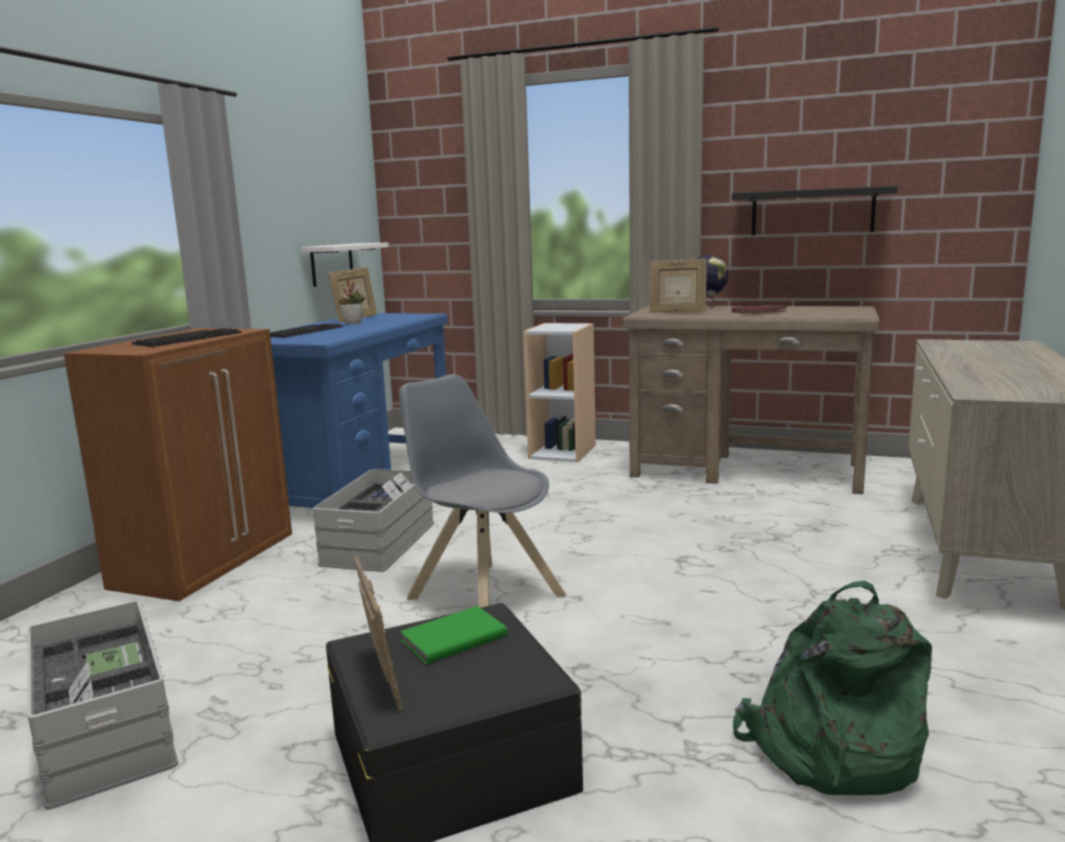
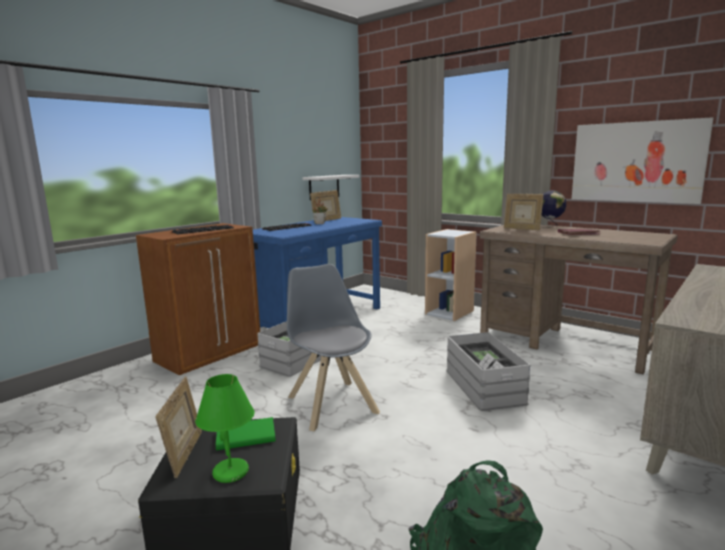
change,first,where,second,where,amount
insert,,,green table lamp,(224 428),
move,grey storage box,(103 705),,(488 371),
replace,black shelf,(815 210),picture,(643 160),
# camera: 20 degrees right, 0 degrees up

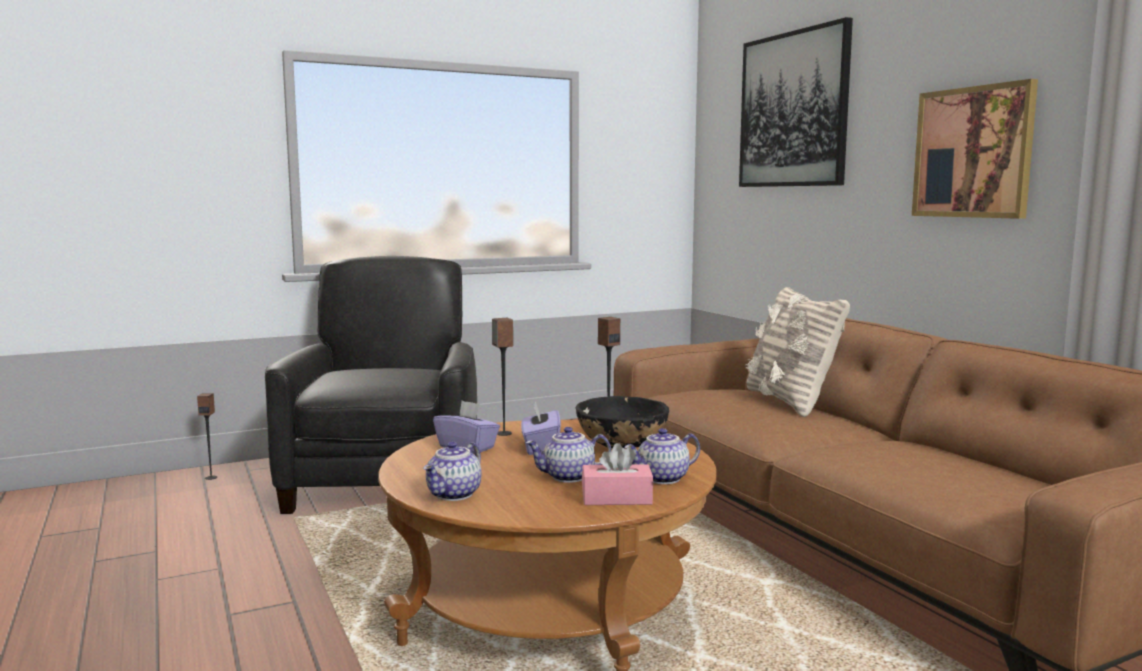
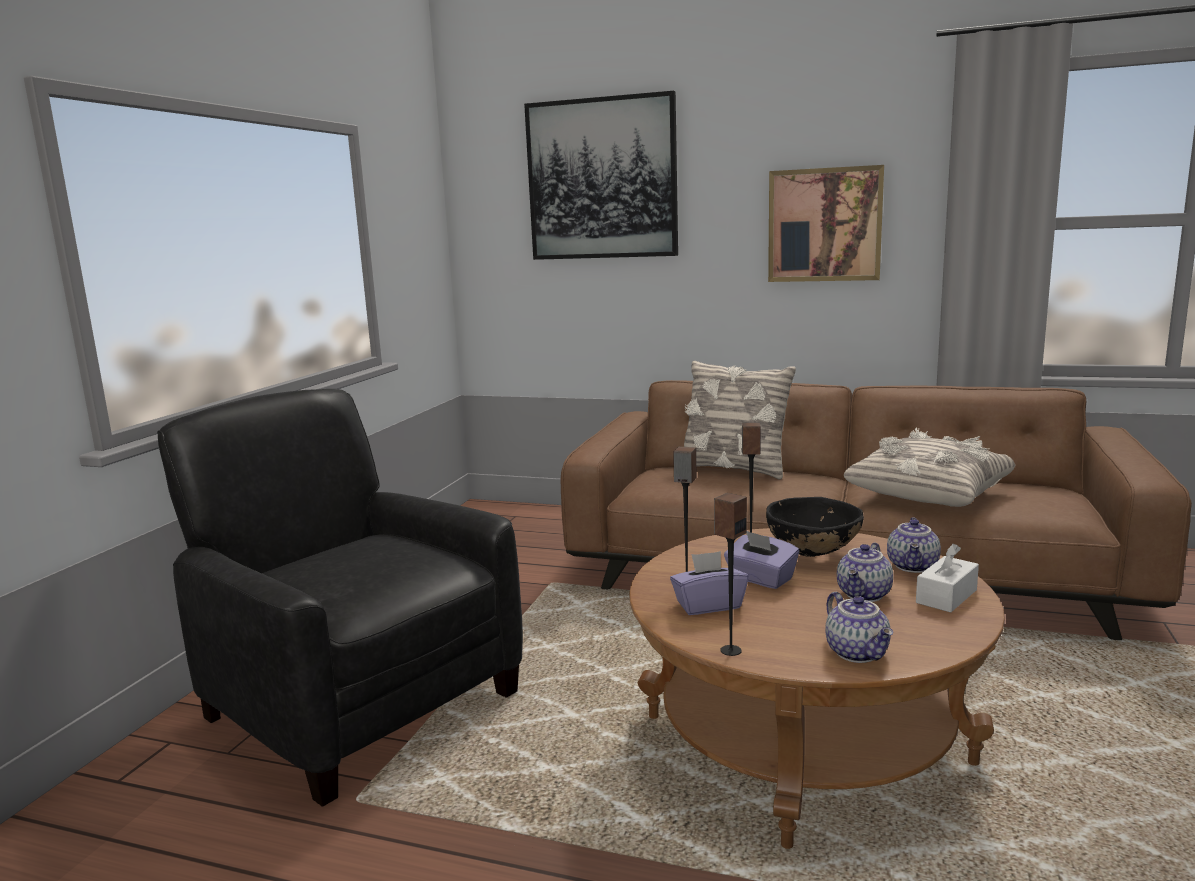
change,first,where,second,where,amount
move,speaker,(207 436),,(730 574),
insert,,,beige pillow,(929 467),
recolor,pink tissue box,(617 474),white tissue box,(947 578),
# camera: 45 degrees left, 5 degrees up

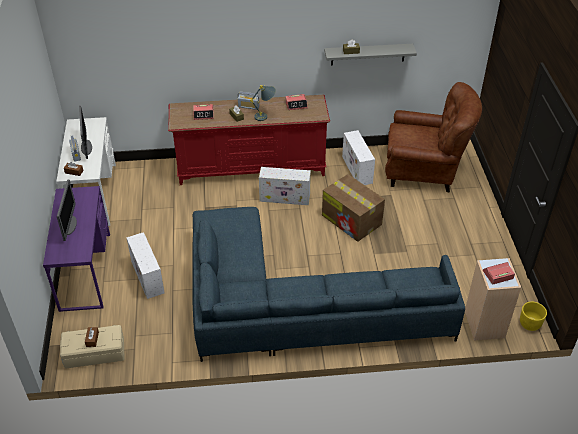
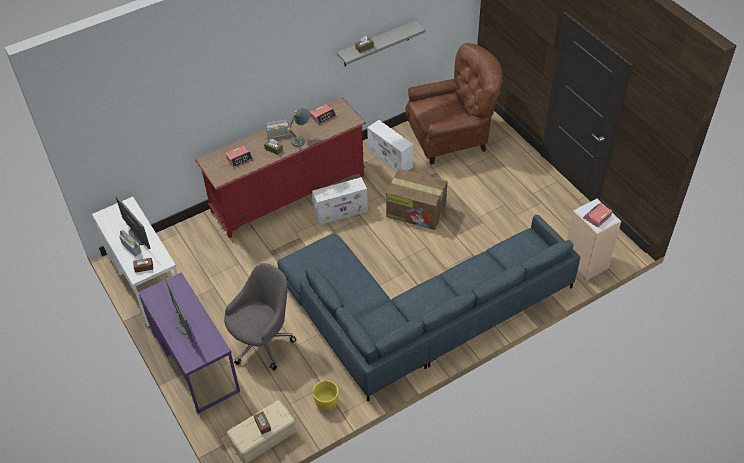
change,first,where,second,where,amount
replace,white storage box,(146 265),grey office chair,(260 316),
move,yellow planter,(533 316),,(326 395),
# camera: 25 degrees left, 5 degrees up

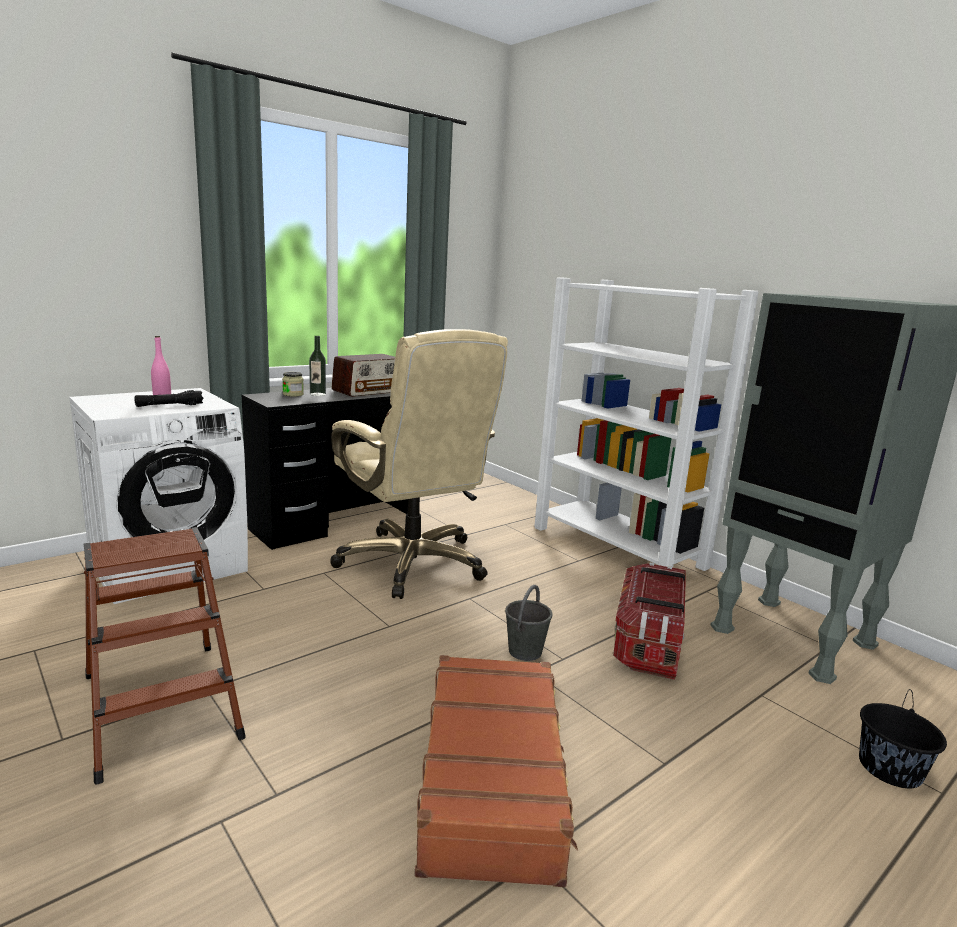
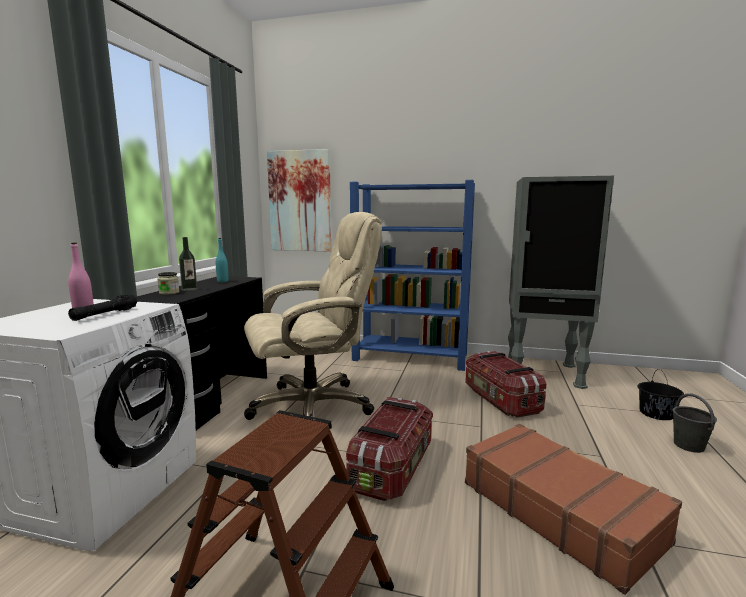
change,first,where,second,where,amount
replace,radio,(363 375),turquoise bottle,(222 260),
rotate,beige office chair,(419 464),,(313 316),45 degrees counterclockwise
insert,,,picture,(299 200),
insert,,,storage box,(389 449),
recolor,white bookcase,(646 424),blue bookcase,(412 275),
move,grey bucket,(529 623),,(695 423),
# camera: 35 degrees left, 5 degrees down

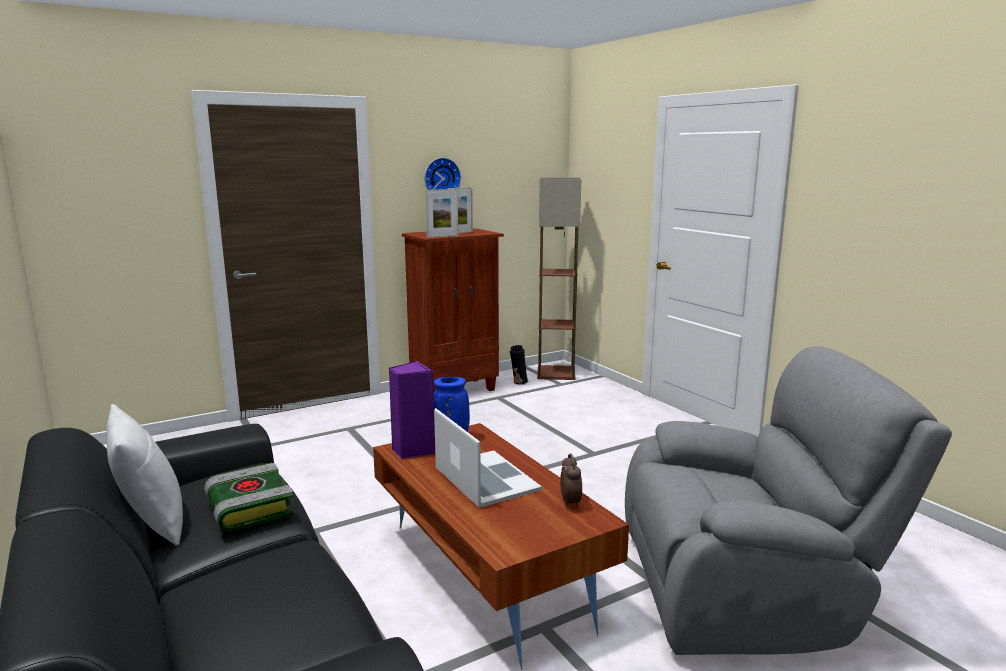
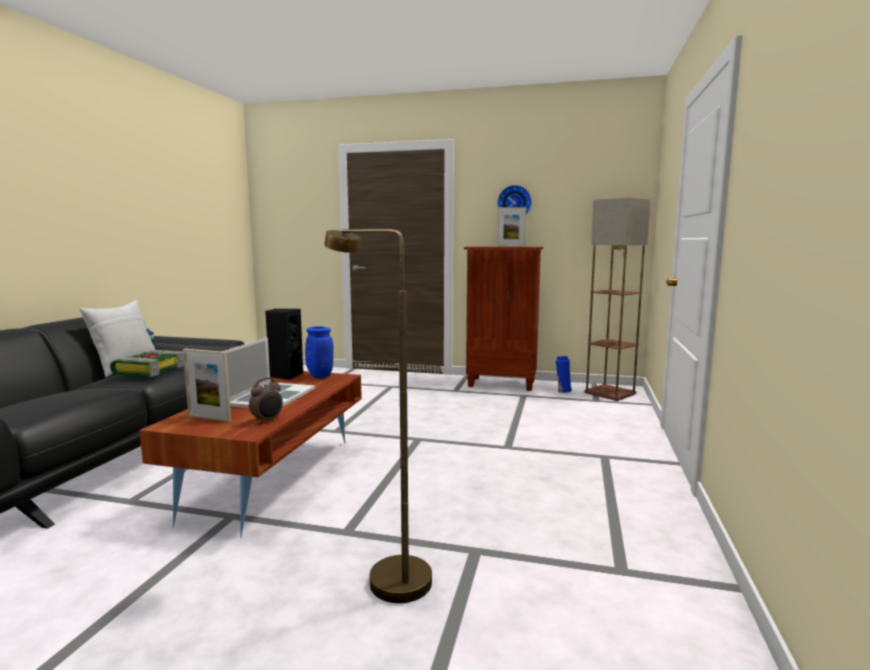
change,first,where,second,where,amount
move,picture frame,(441 213),,(207 385),
recolor,purple speaker,(412 410),black speaker,(284 344),
replace,grey armchair,(788 500),brown floor lamp,(378 416),
recolor,black vase,(519 365),blue vase,(564 374),
# camera: 45 degrees right, 5 degrees down

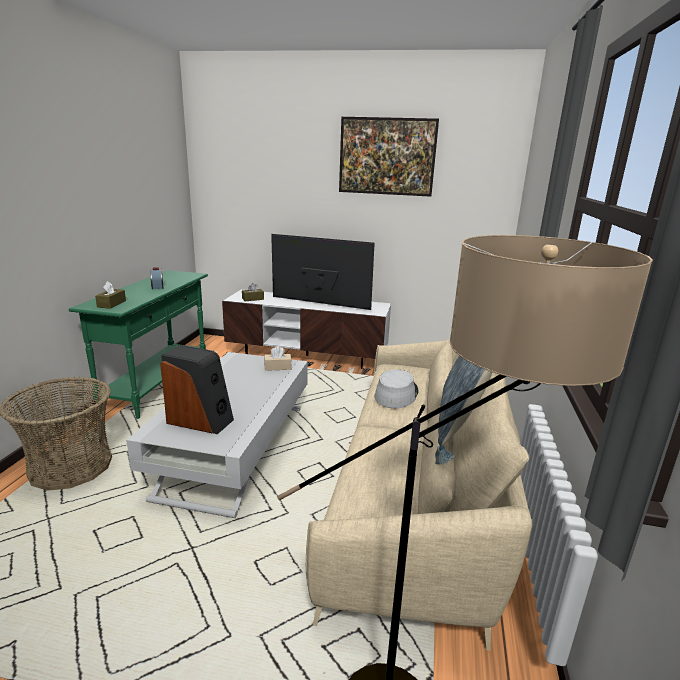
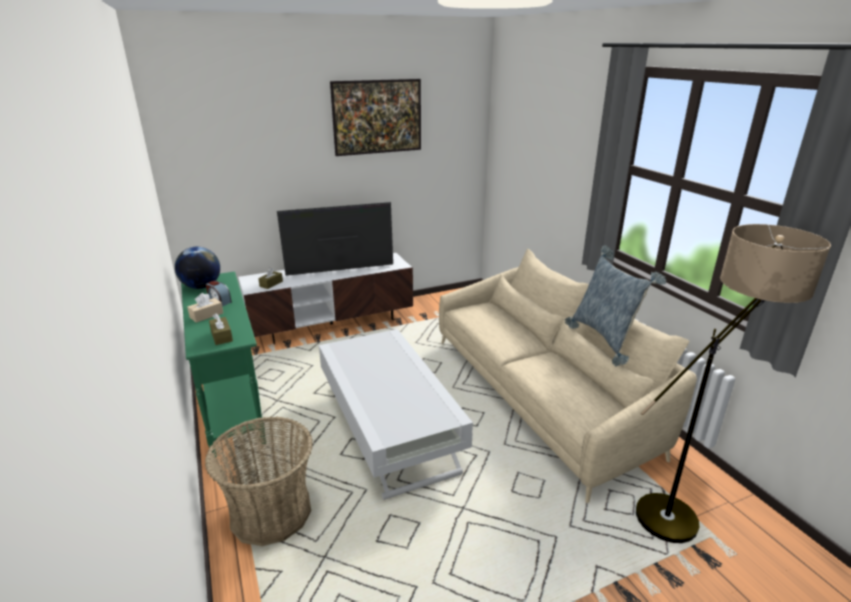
change,first,where,second,where,amount
insert,,,globe,(197 268),
move,beige tissue box,(278 358),,(205 308),
delete,speaker,(197 389),,,
delete,grey hat,(396 389),,,
# camera: 35 degrees left, 5 degrees up

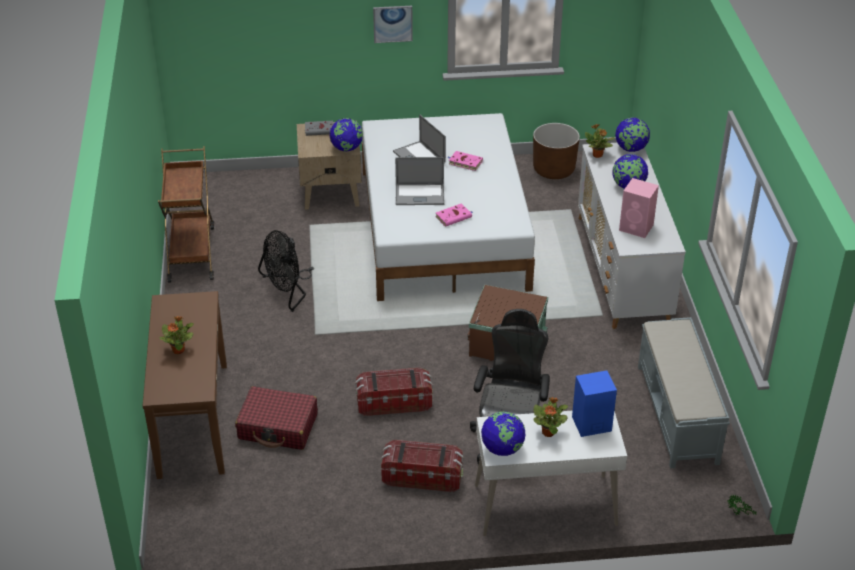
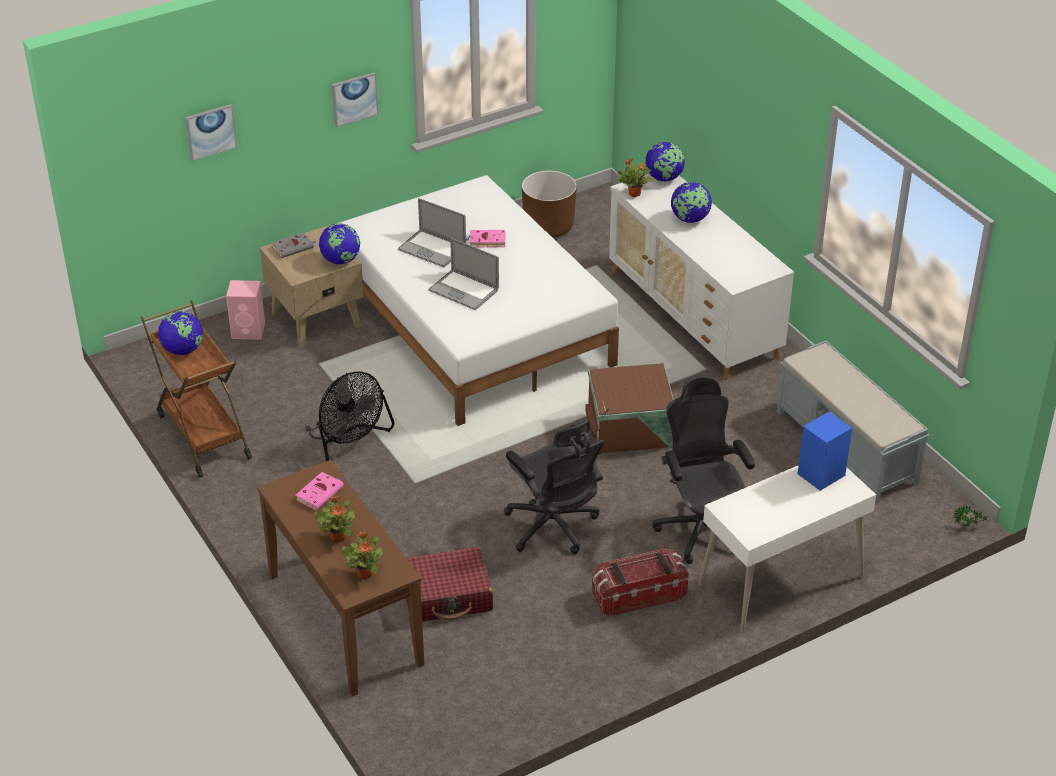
change,first,where,second,where,amount
move,globe,(503 434),,(180 333),
insert,,,picture,(211 132),
move,pink speaker,(639 208),,(245 310),
move,pink book,(454 215),,(319 491),
rotate,black fan,(286 271),,(349 416),75 degrees counterclockwise
move,potted plant,(550 417),,(362 555),
rotate,laptop,(419 181),,(463 274),60 degrees clockwise
replace,storage box,(394 392),office chair,(554 486),
# camera: 25 degrees left, 0 degrees up

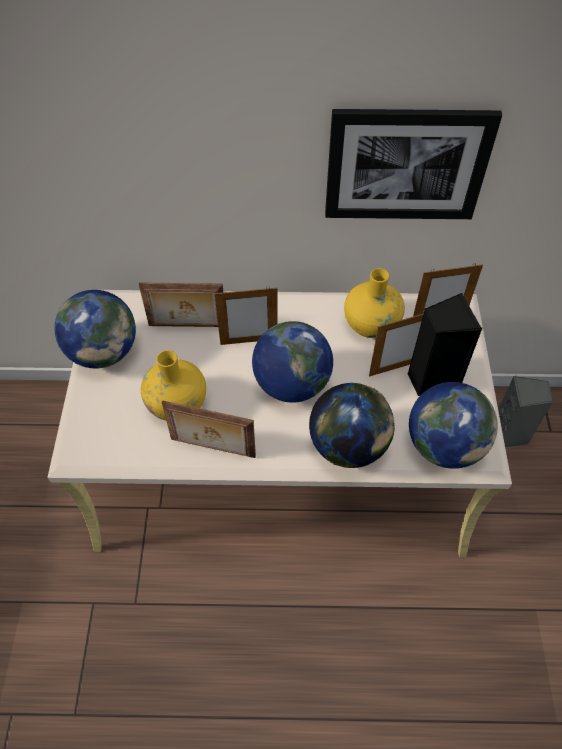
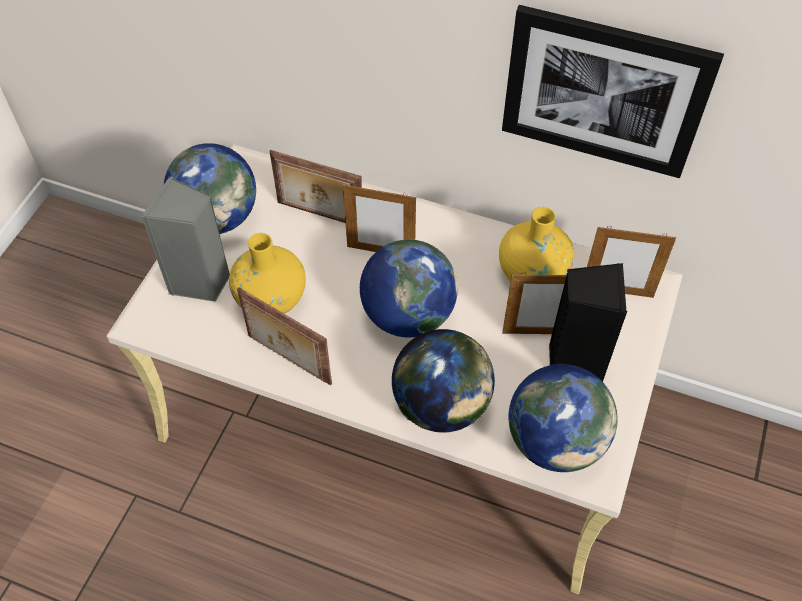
change,first,where,second,where,amount
move,grey speaker,(526 412),,(185 239),
# camera: 20 degrees right, 0 degrees up

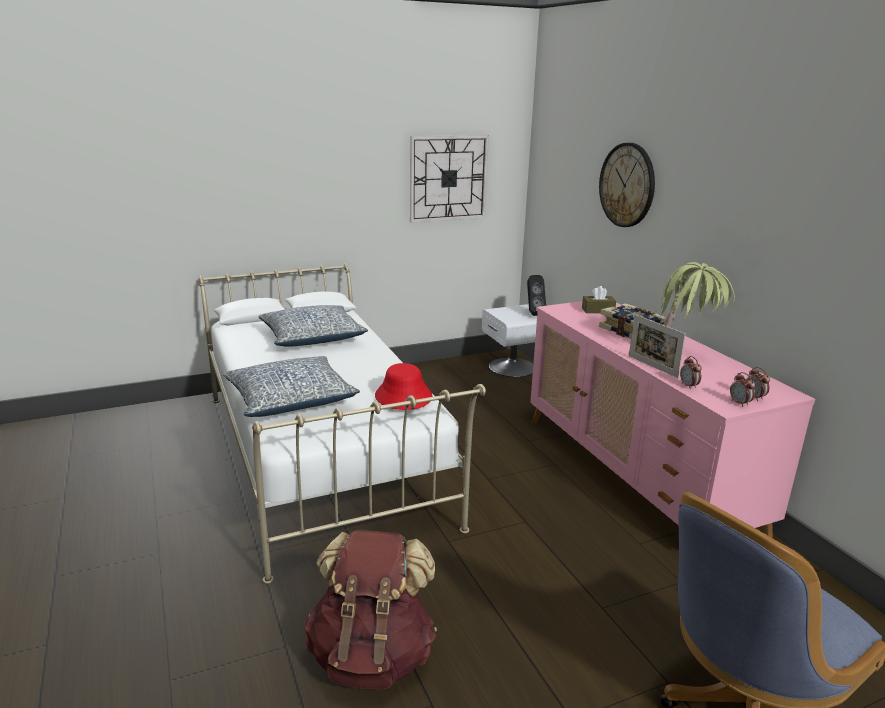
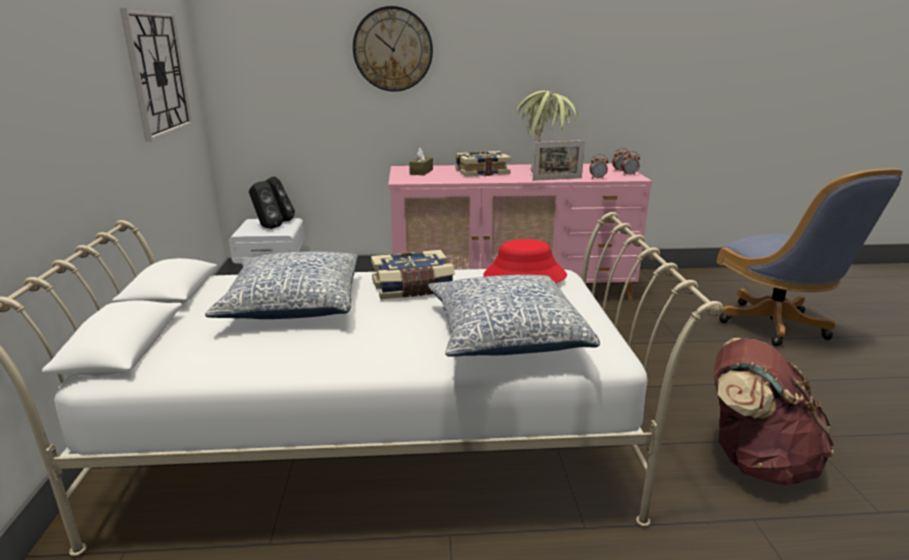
change,first,where,second,where,amount
insert,,,black speaker,(266 205),
insert,,,book,(413 274),
# camera: 70 degrees left, 0 degrees up

